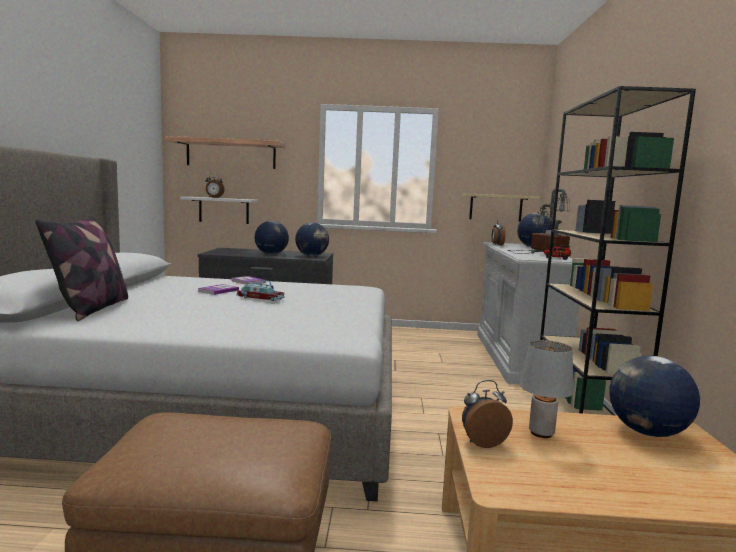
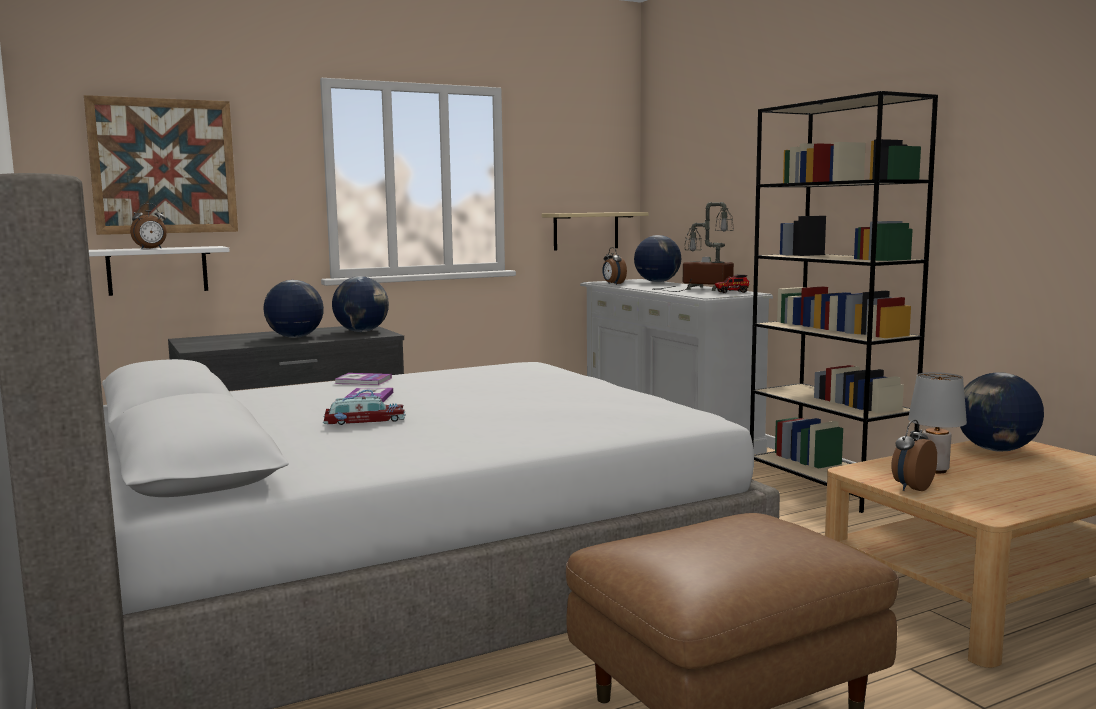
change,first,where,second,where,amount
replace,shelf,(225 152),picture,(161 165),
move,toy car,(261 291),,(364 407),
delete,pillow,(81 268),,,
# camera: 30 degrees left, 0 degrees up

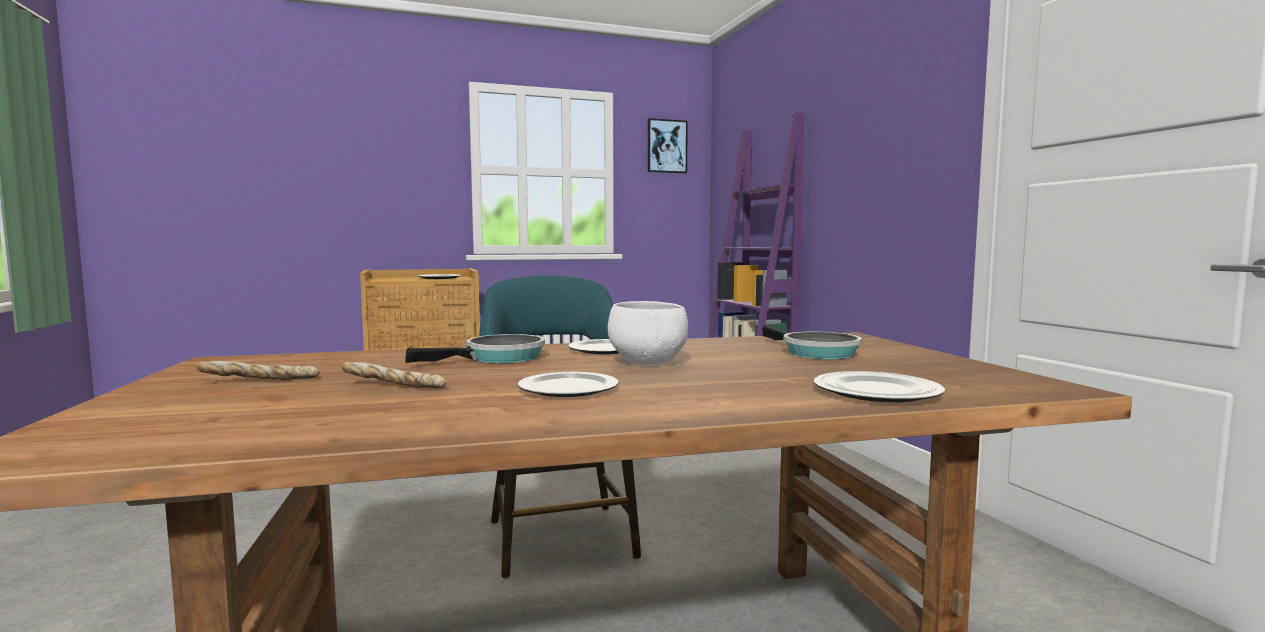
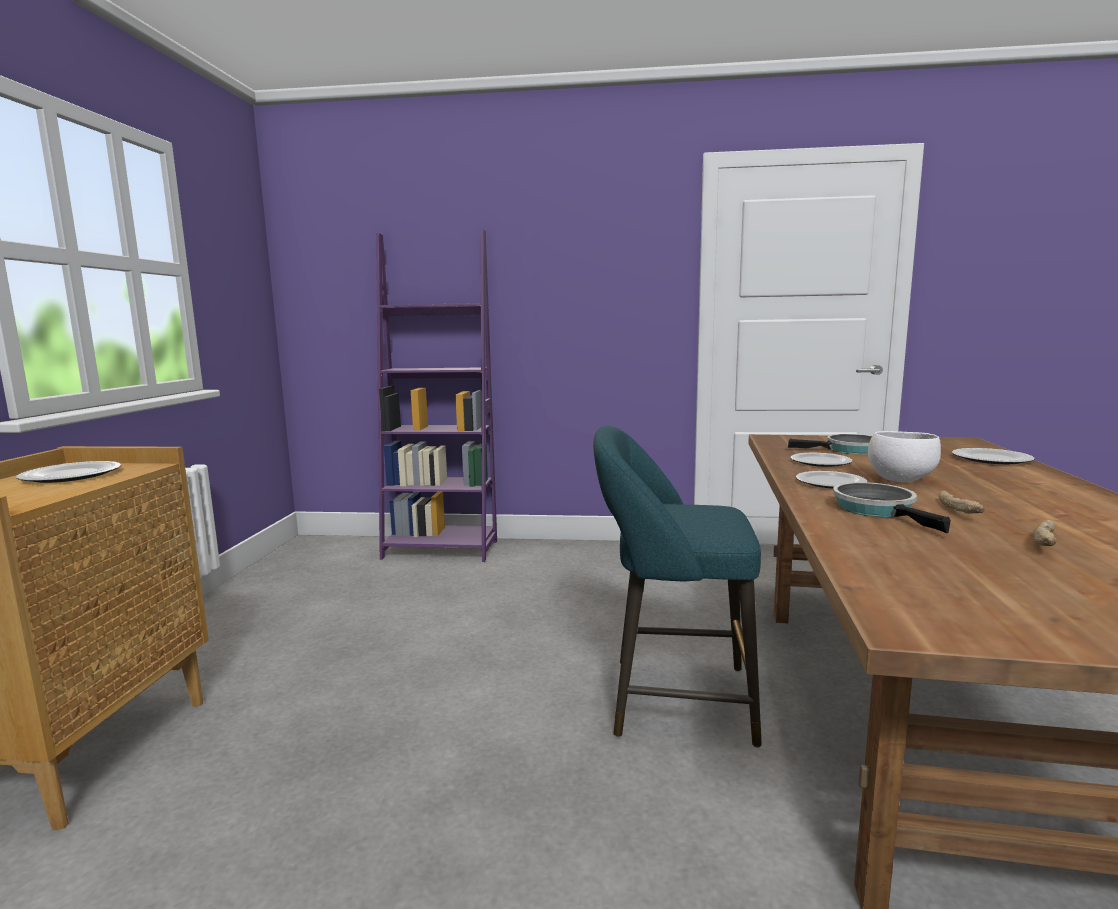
change,first,where,second,where,amount
move,plate,(567 384),,(822 460),
move,bread,(258 370),,(962 502),
delete,picture,(668 145),,,
# camera: 65 degrees left, 5 degrees up

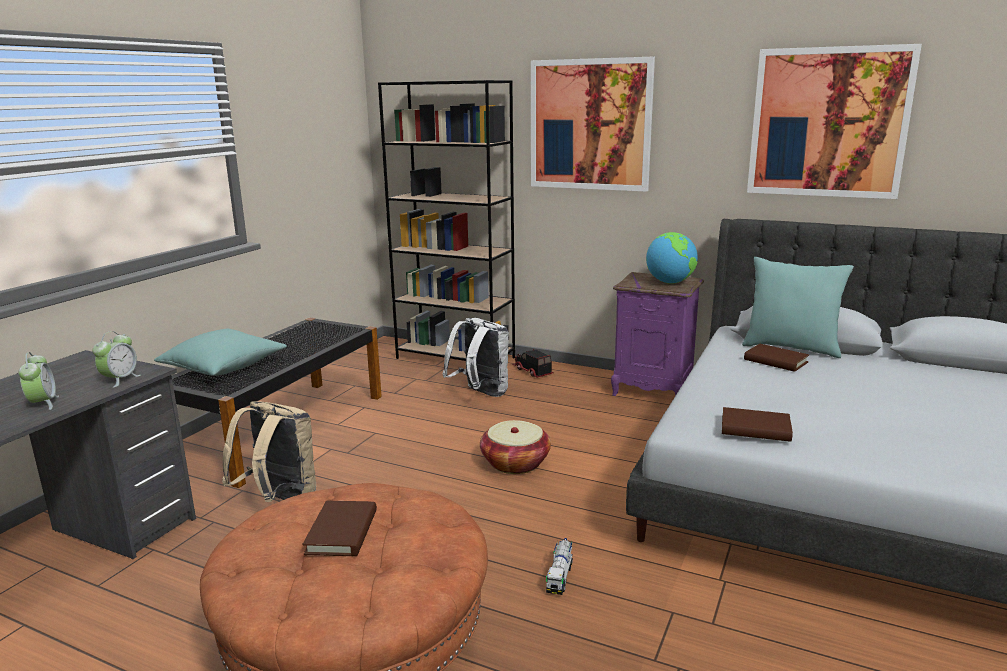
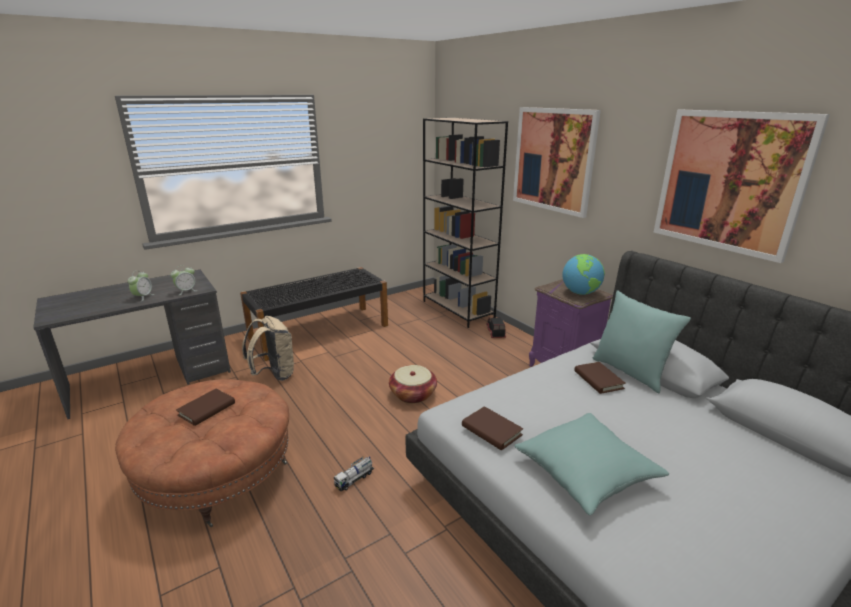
change,first,where,second,where,amount
move,turquoise pillow,(220 352),,(591 464),
delete,white backpack,(476 357),,,
# camera: 30 degrees right, 5 degrees up

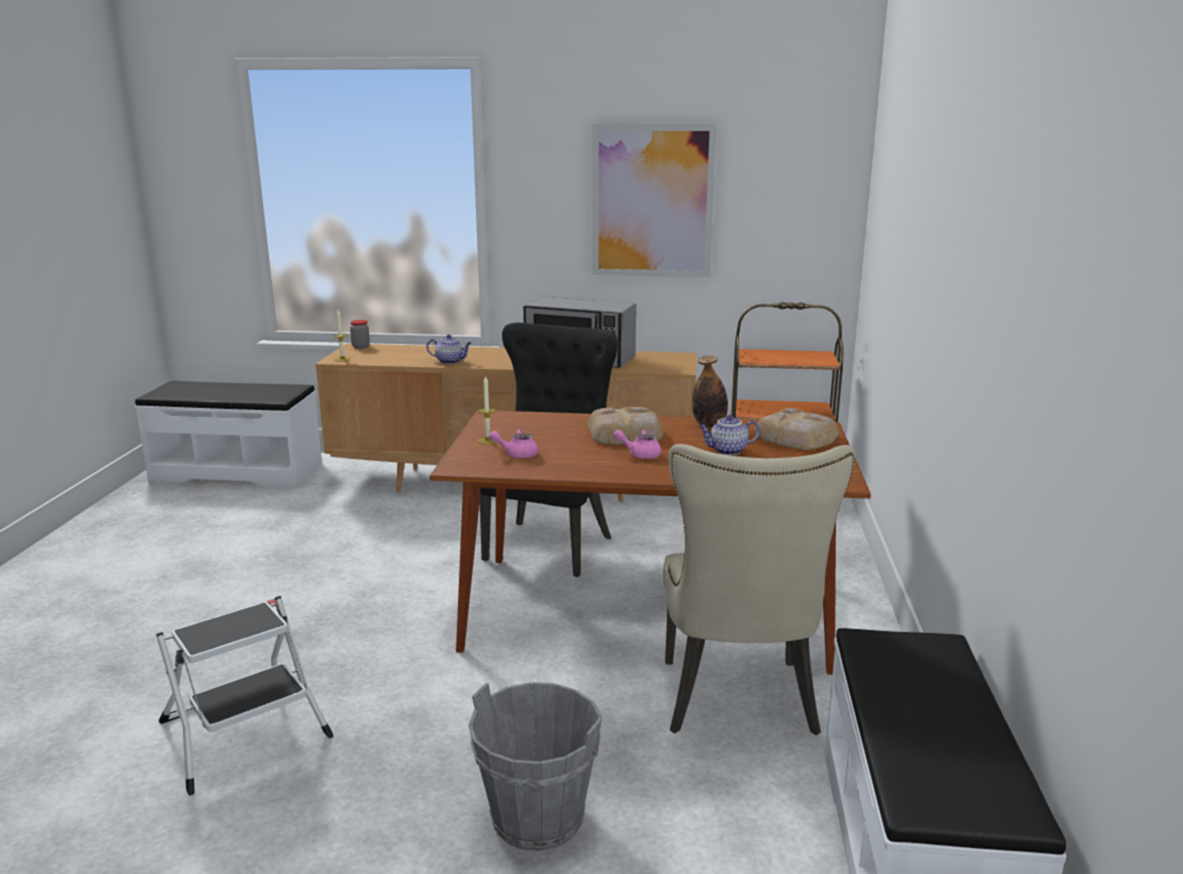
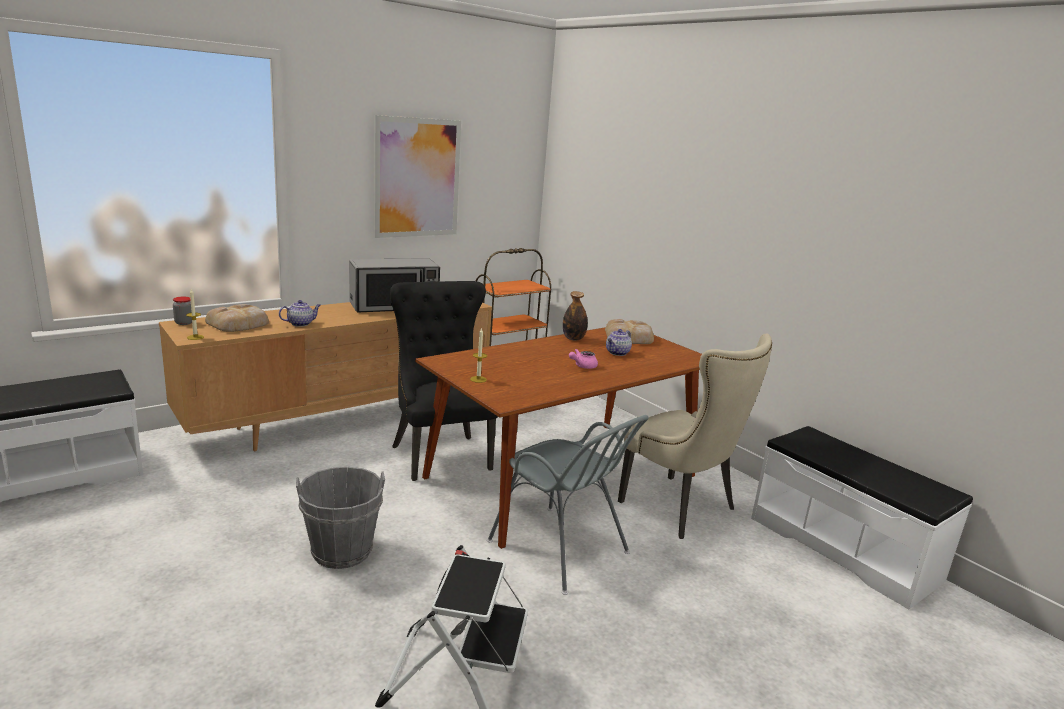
change,first,where,second,where,amount
move,bread,(625 426),,(237 318),
move,grey bucket,(535 766),,(340 518),
insert,,,grey chair,(568 505),
delete,pink teapot,(513 444),,,
# camera: 45 degrees left, 0 degrees up

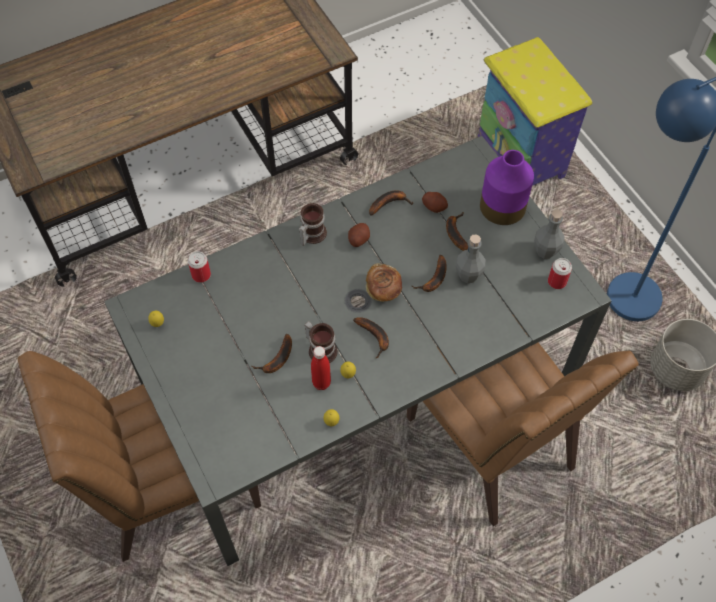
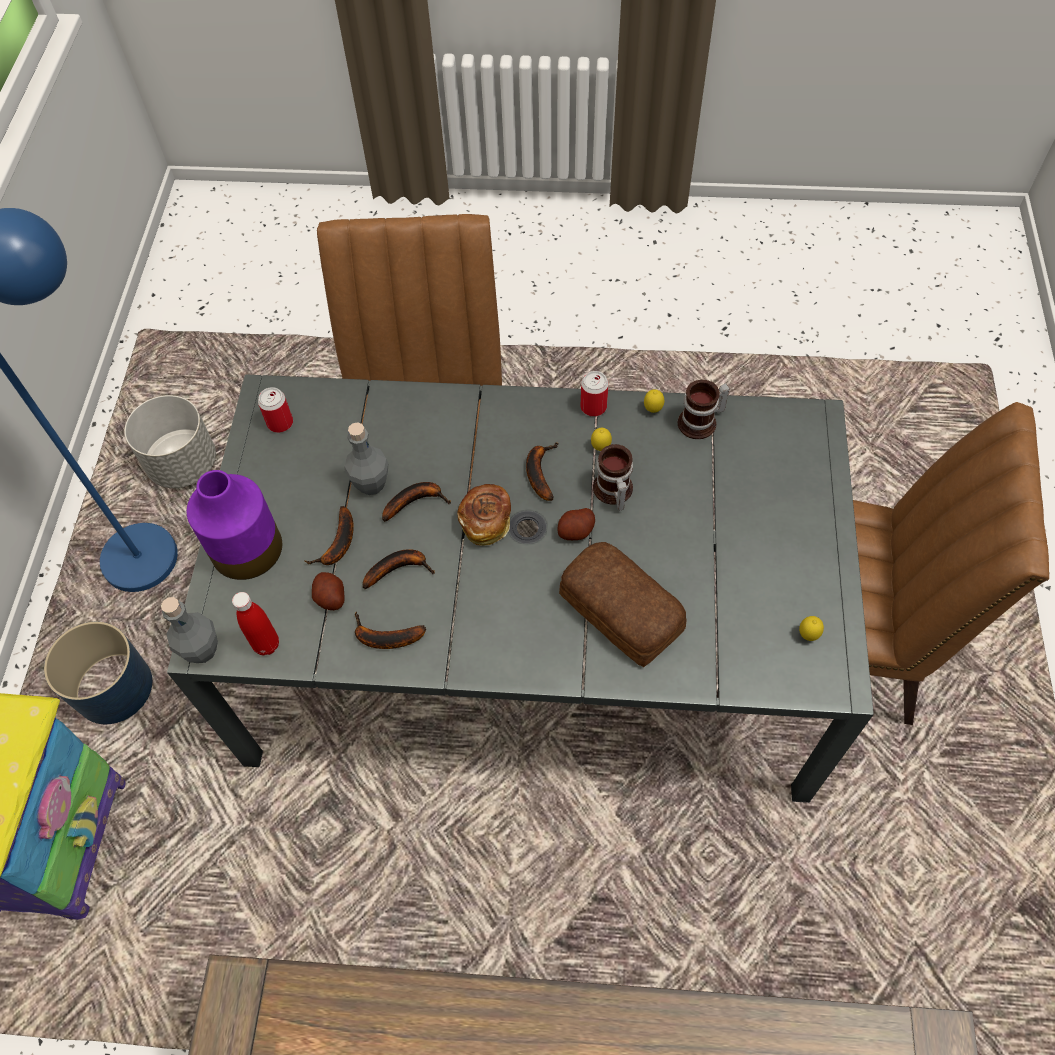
change,first,where,second,where,amount
insert,,,blue planter,(98 673),
move,grey bottle,(549 234),,(189 630),
move,red bottle,(321 368),,(255 623),
move,banana,(272 353),,(399 569),
move,potato,(359 235),,(576 524),
insert,,,bread,(623 604),
move,can,(199 267),,(594 394),
move,mug,(313 224),,(704 409),
# camera: 145 degrees left, 0 degrees up

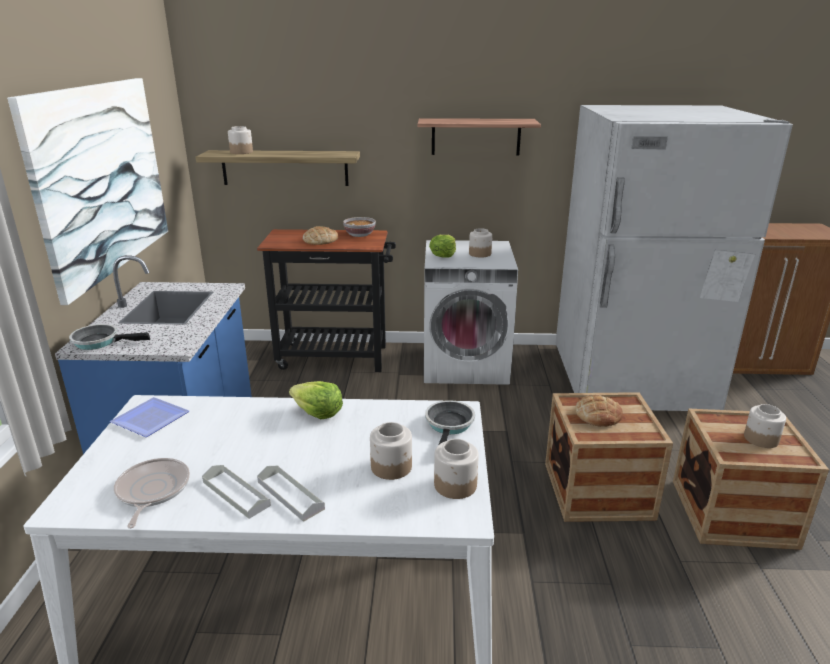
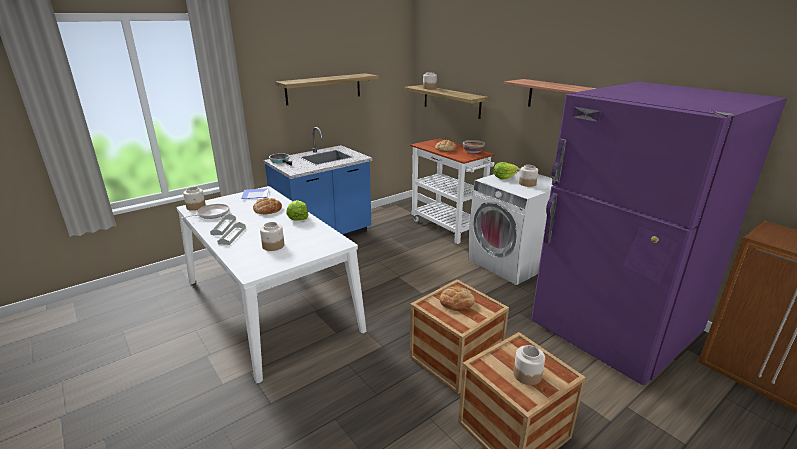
change,first,where,second,where,amount
move,jar,(456 469),,(194 199),
insert,,,bread,(267 206),
replace,picture,(87 191),shelf,(327 89),
recolor,black cart,(326 300),white cart,(452 191),
recolor,white fridge,(674 258),purple fridge,(659 233),
delete,frying pan,(450 422),,,
# camera: 50 degrees right, 0 degrees up

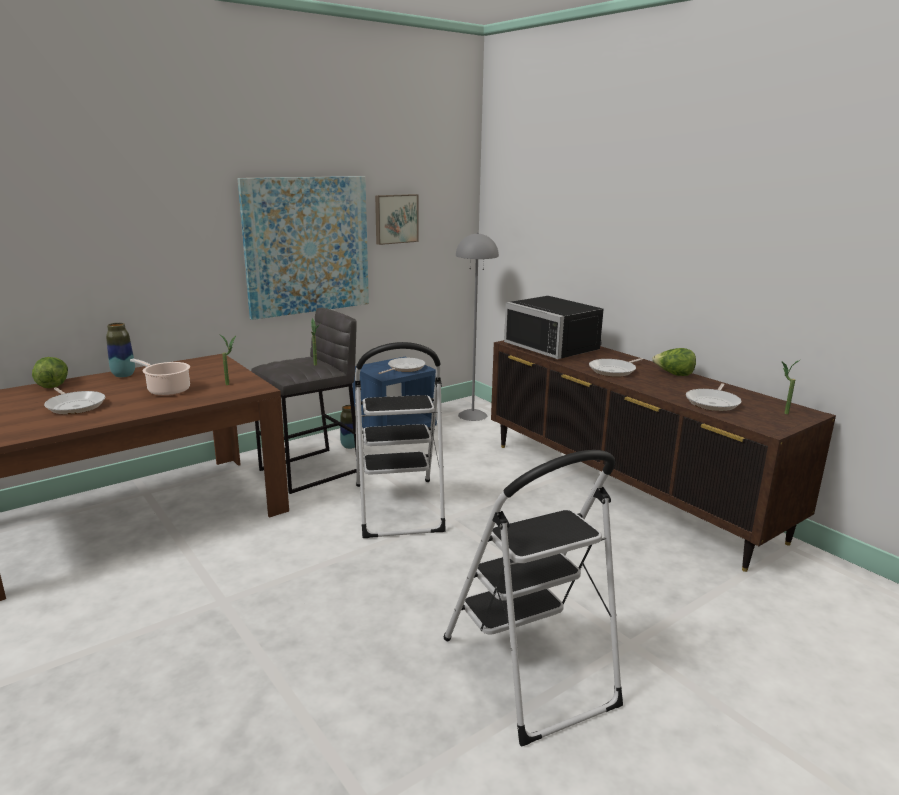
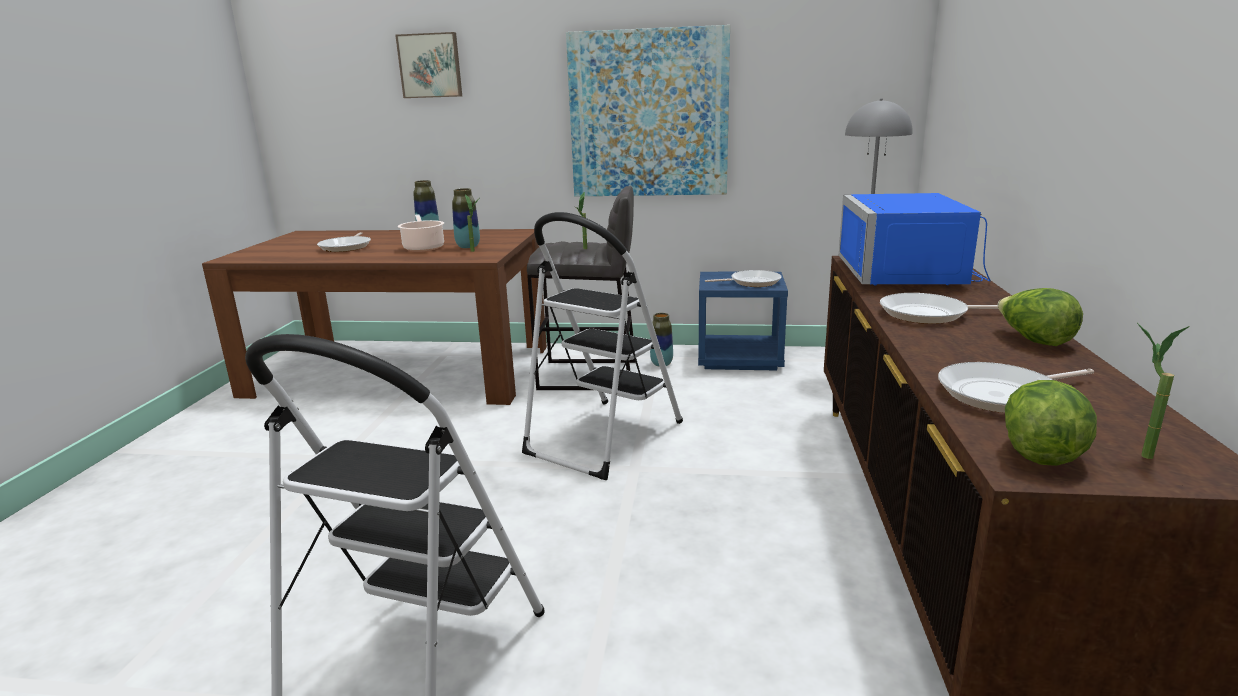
change,first,where,second,where,amount
move,picture,(396 219),,(428 65),
insert,,,vase,(466 218),
recolor,black microwave,(554 327),blue microwave,(915 239),
move,lettuce,(50 372),,(1051 423),
# camera: 45 degrees right, 0 degrees up

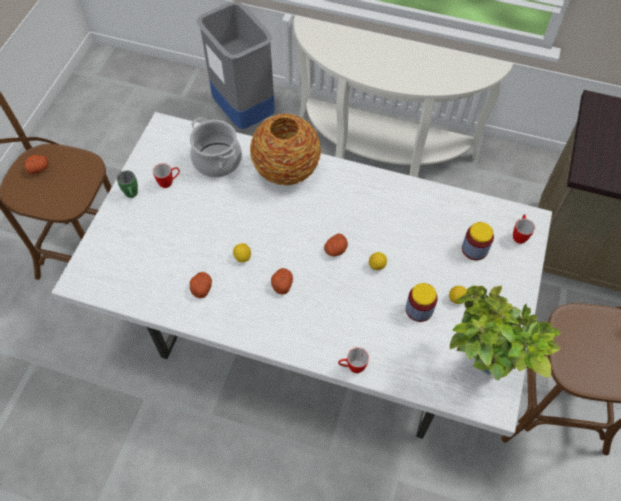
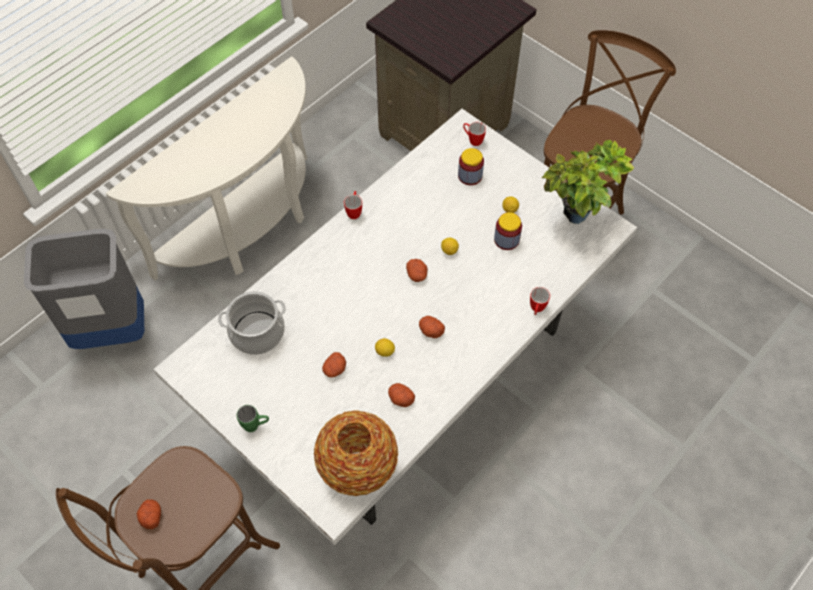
change,first,where,second,where,amount
move,vase,(285 149),,(356 453),
insert,,,potato,(334 364),
move,mug,(166 175),,(353 205),
# camera: 65 degrees left, 0 degrees up

